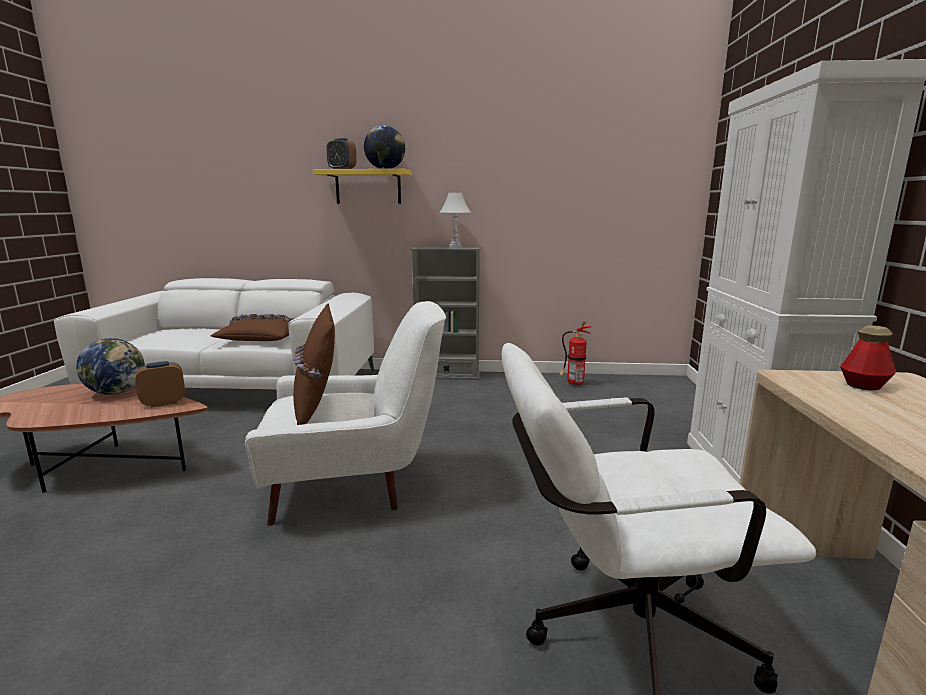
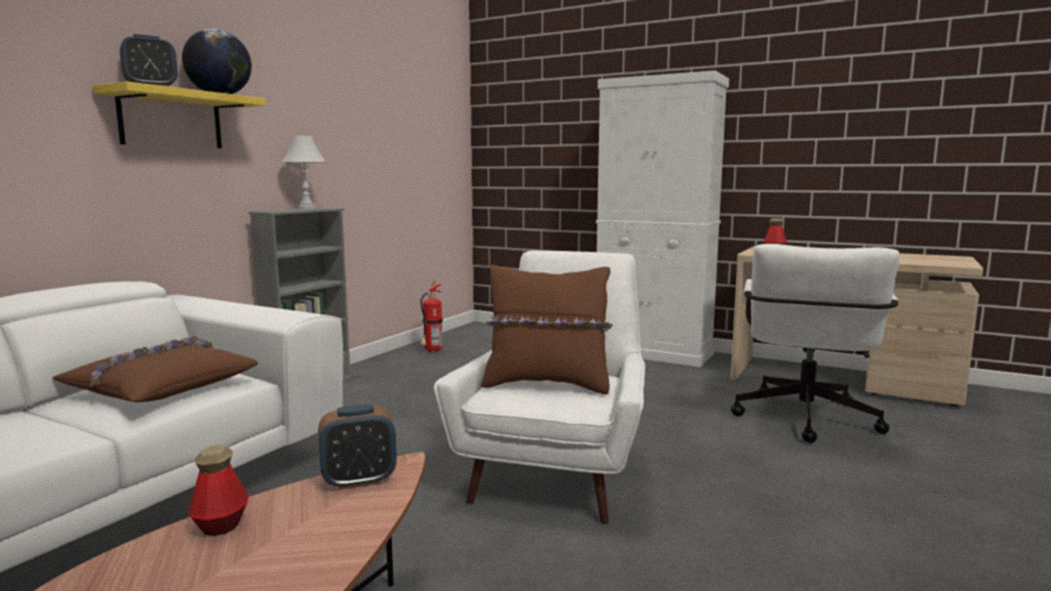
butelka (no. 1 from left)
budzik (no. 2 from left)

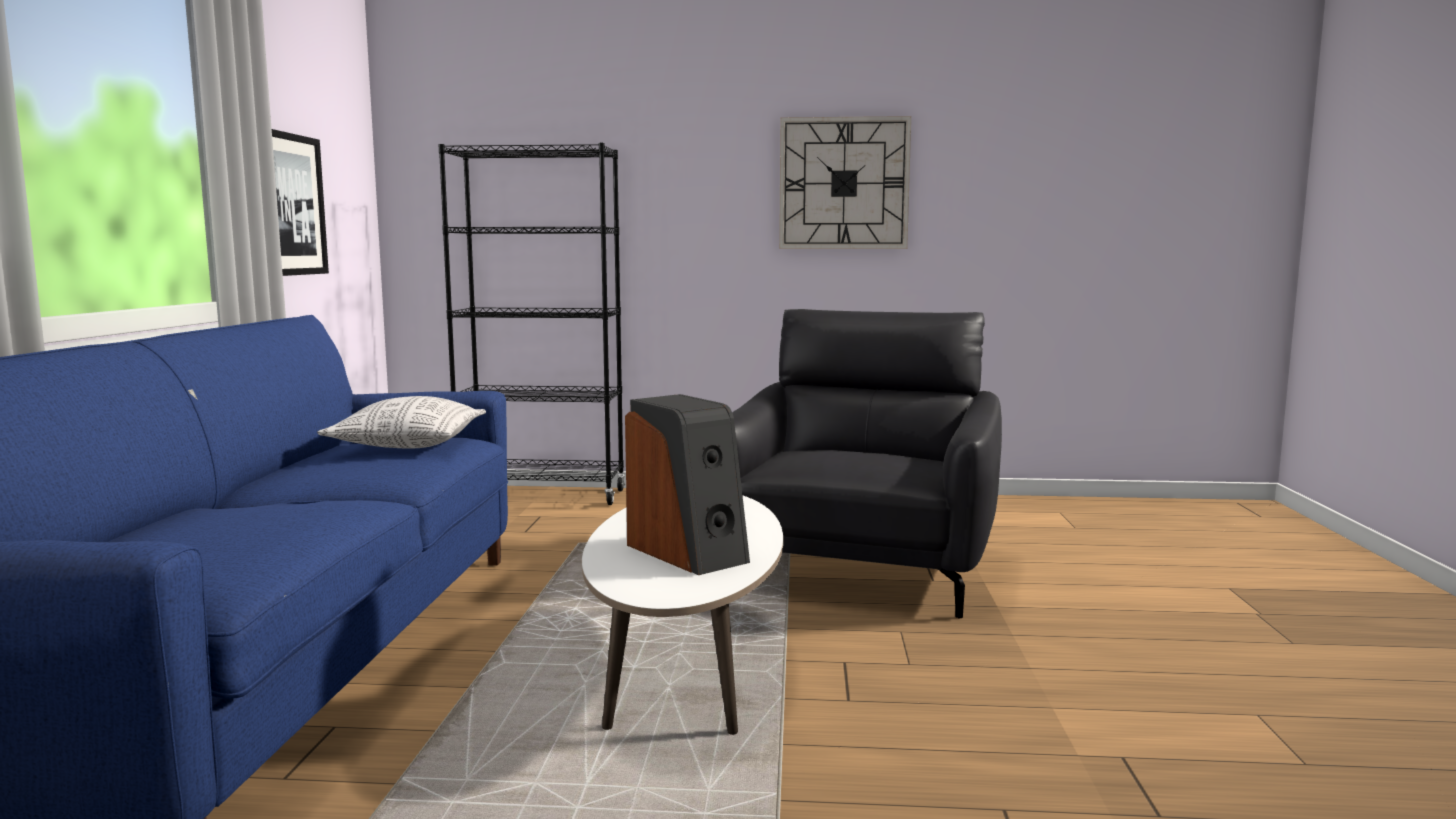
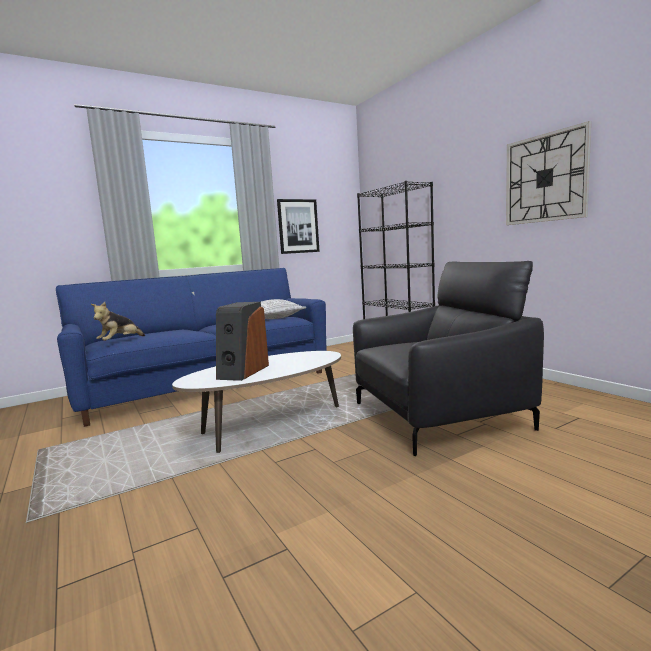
pluszak

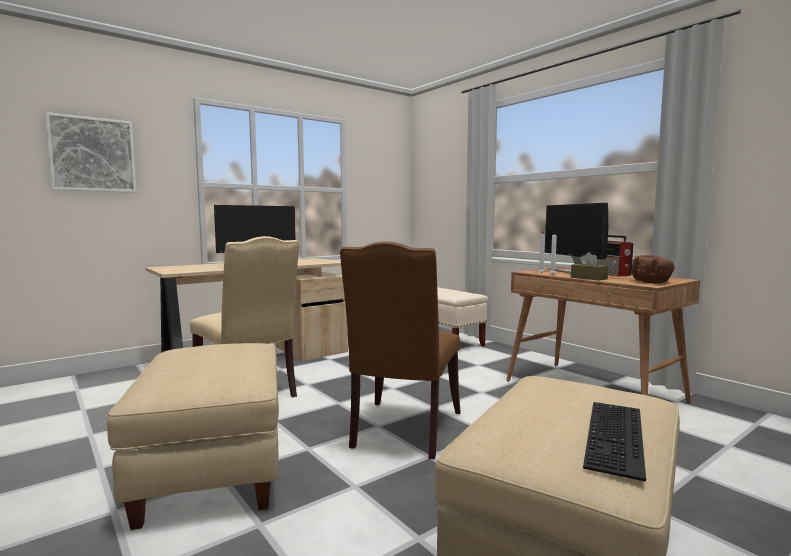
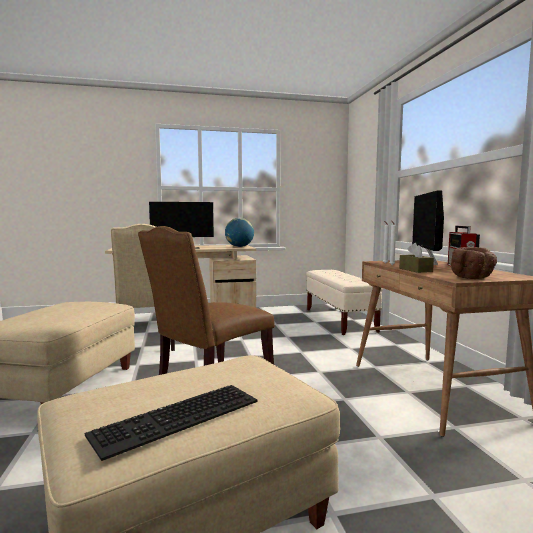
obraz
globus

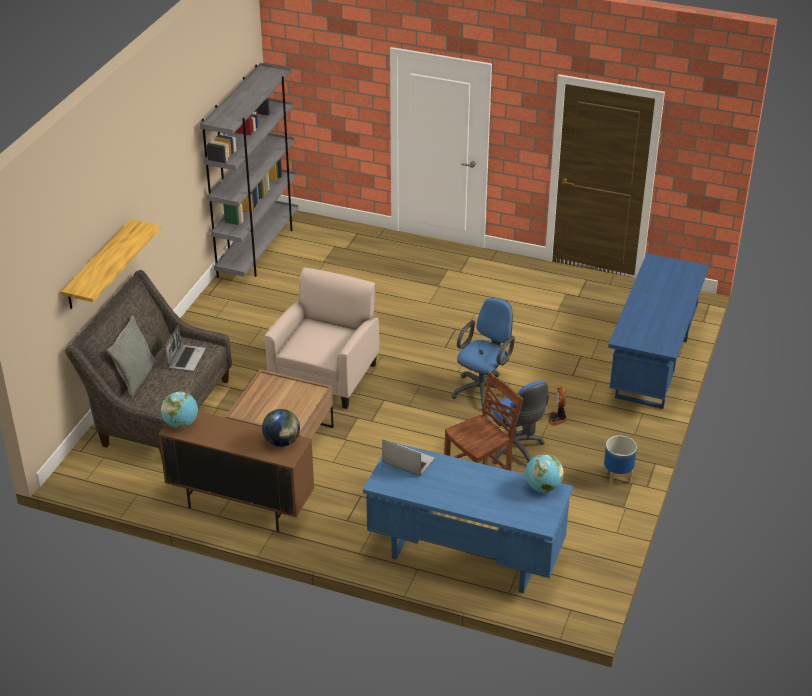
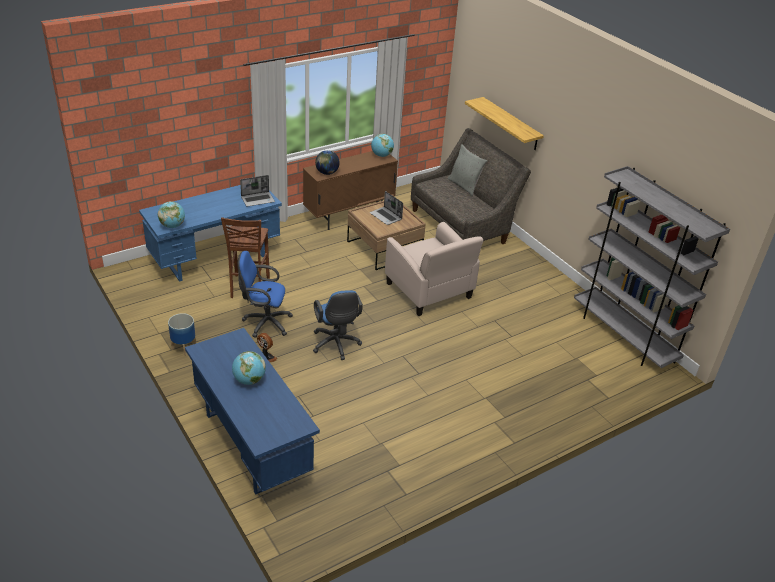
laptop (no. 2 from left)
globus (no. 2 from left)

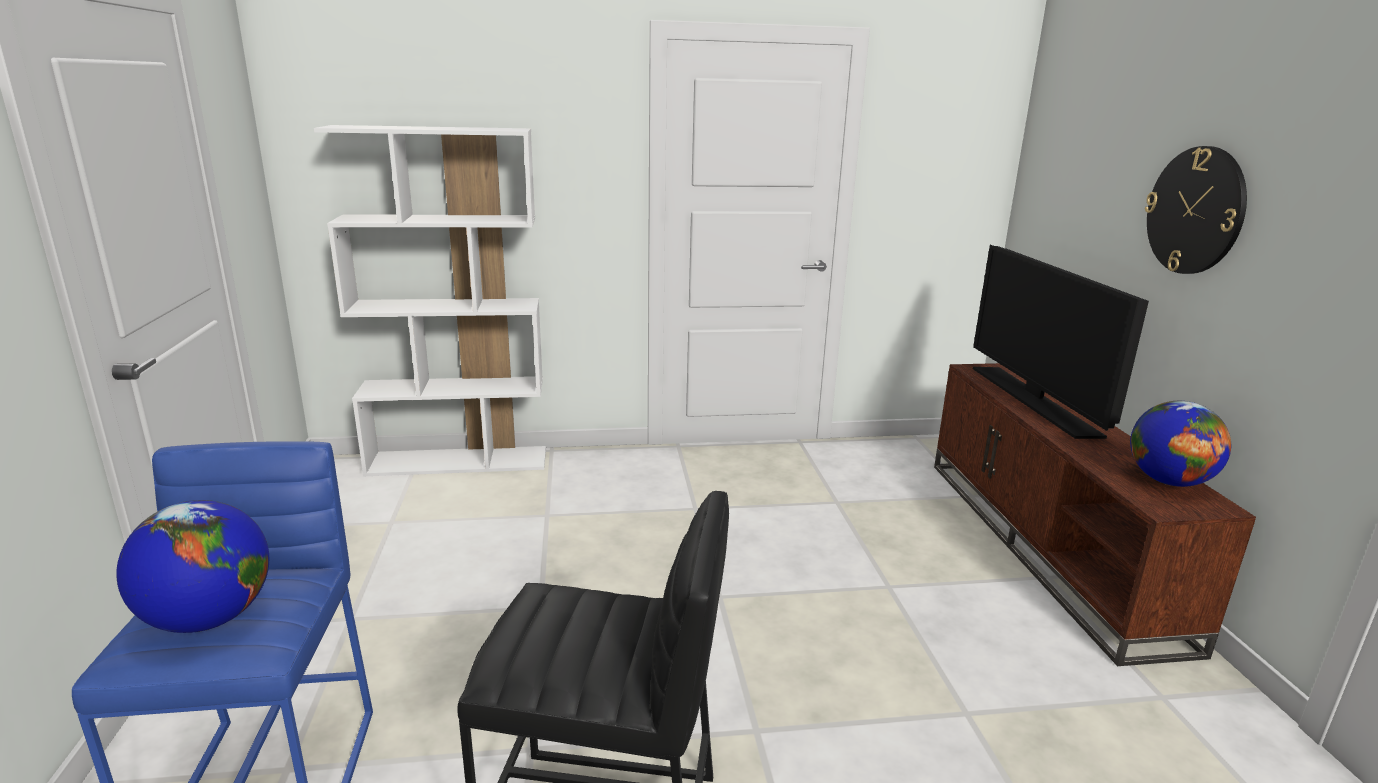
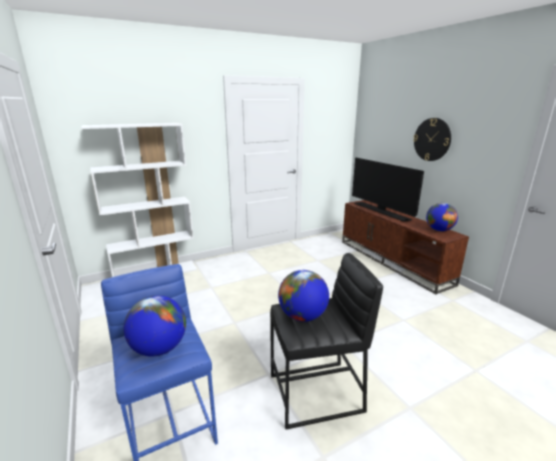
globus (no. 2 from left)

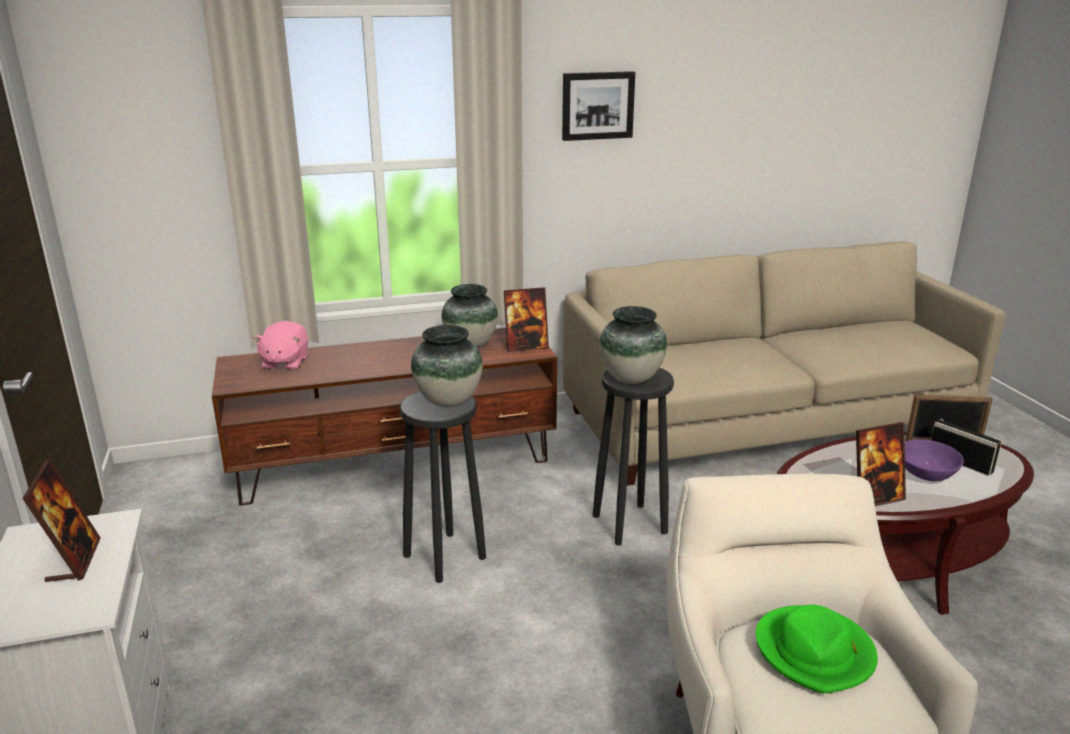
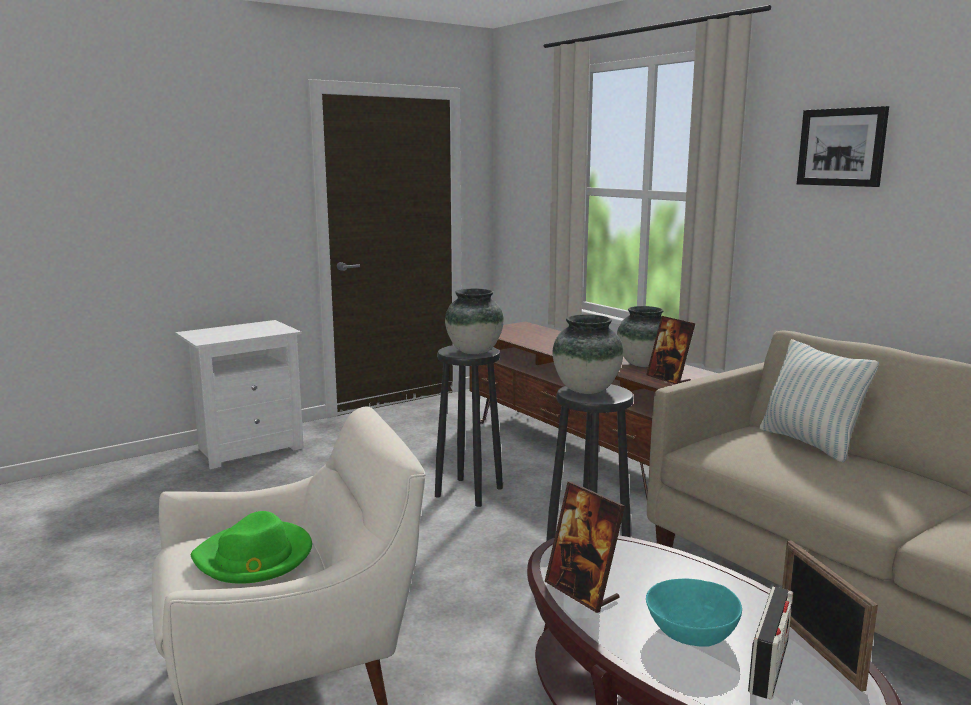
ramka na zdjęcie (no. 1 from left in the first image)
pluszak (różowy)
miska (turkusowy)
poduszka

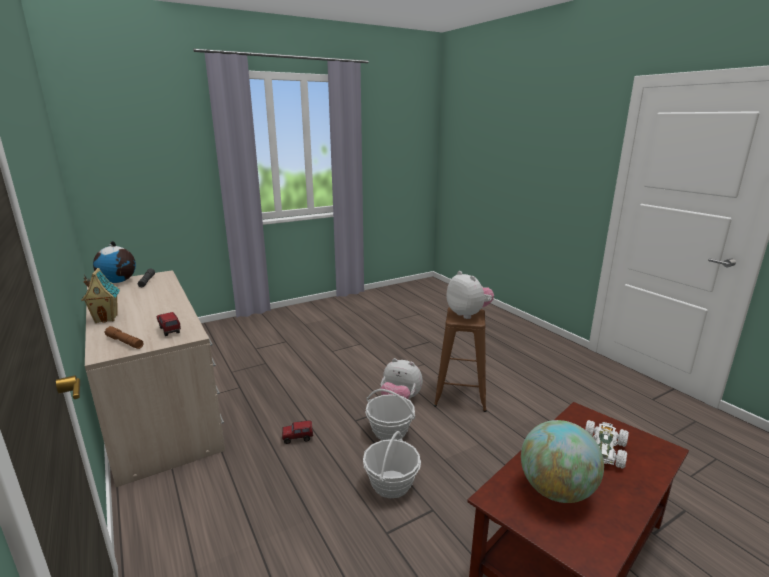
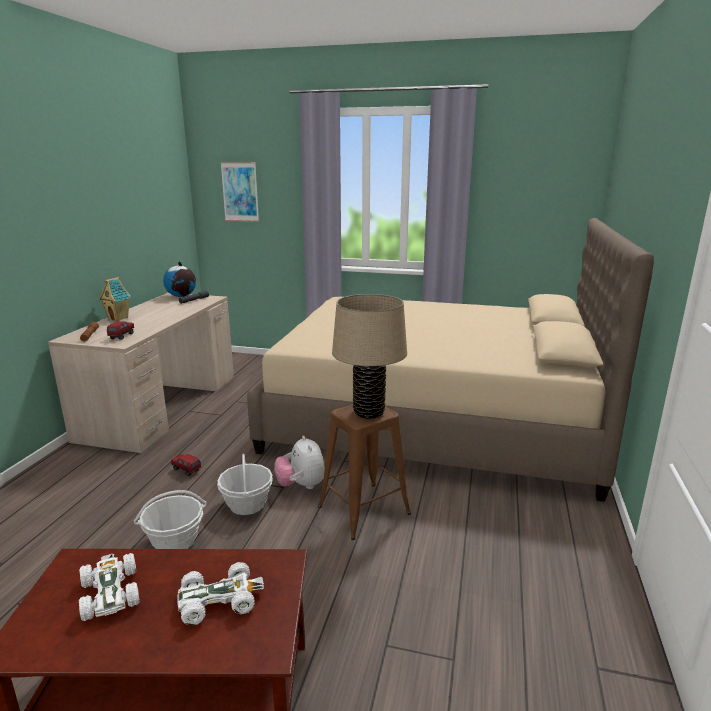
lampa stołowa (beżowy)
samochodzik (biały) (no. 1 from left)
obraz
łóżko (beżowy)

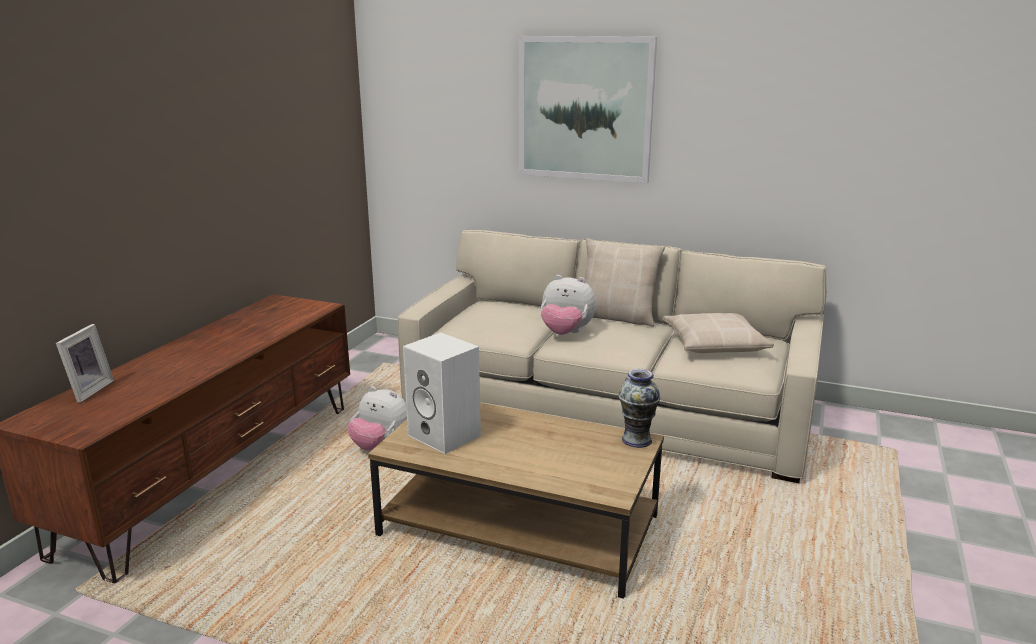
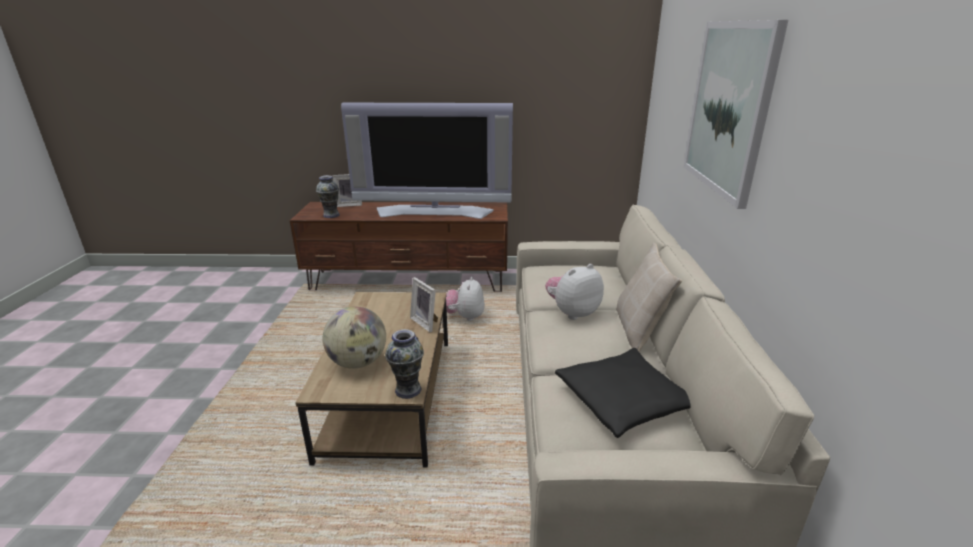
głośnik (biały)
pluszak (no. 2 from left)
poduszka (czarny)
wazon (no. 1 from left)
globus
telewizor
ramka na zdjęcie (no. 2 from left)

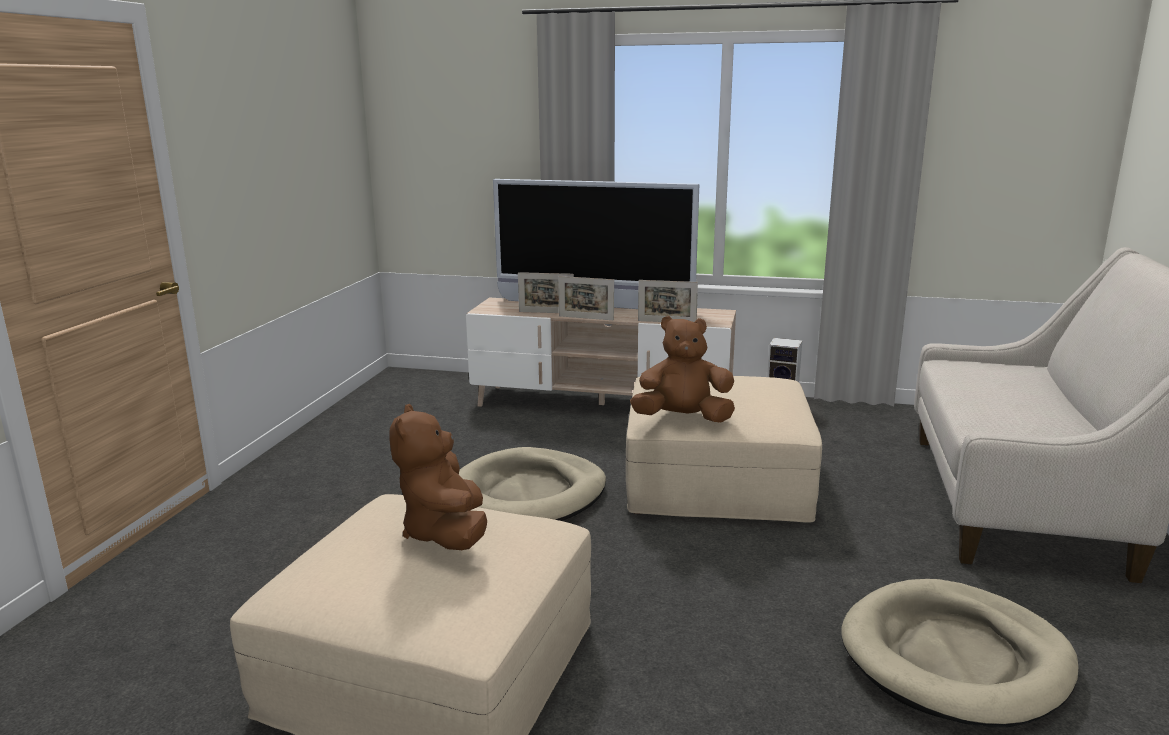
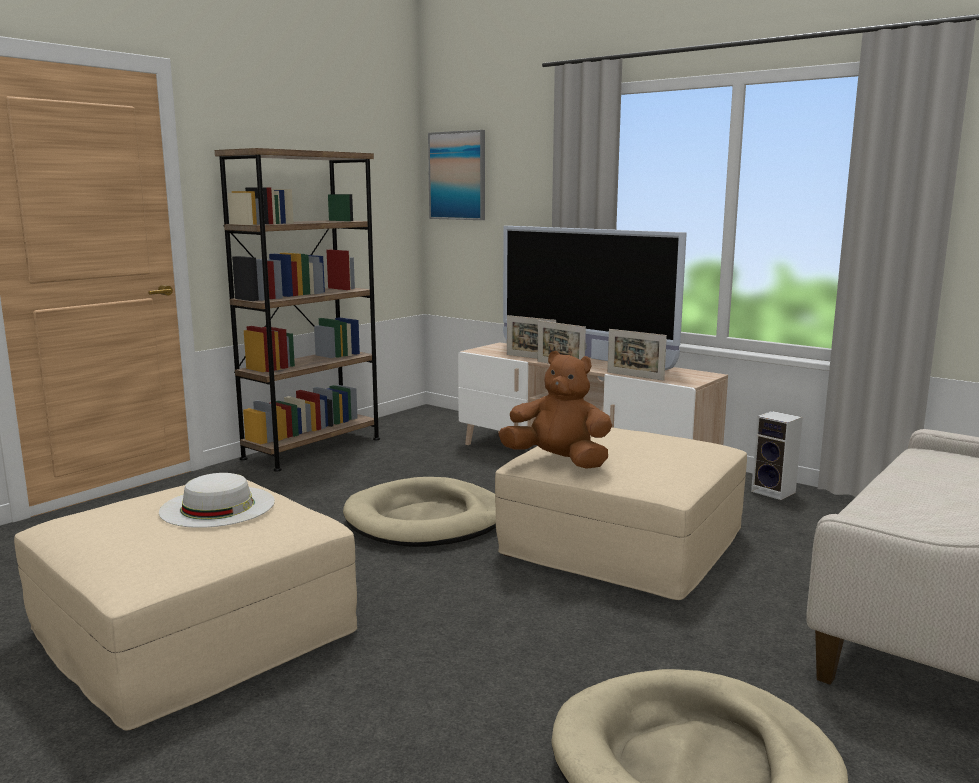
kapelusz (biały)
regał (brązowy)
obraz

